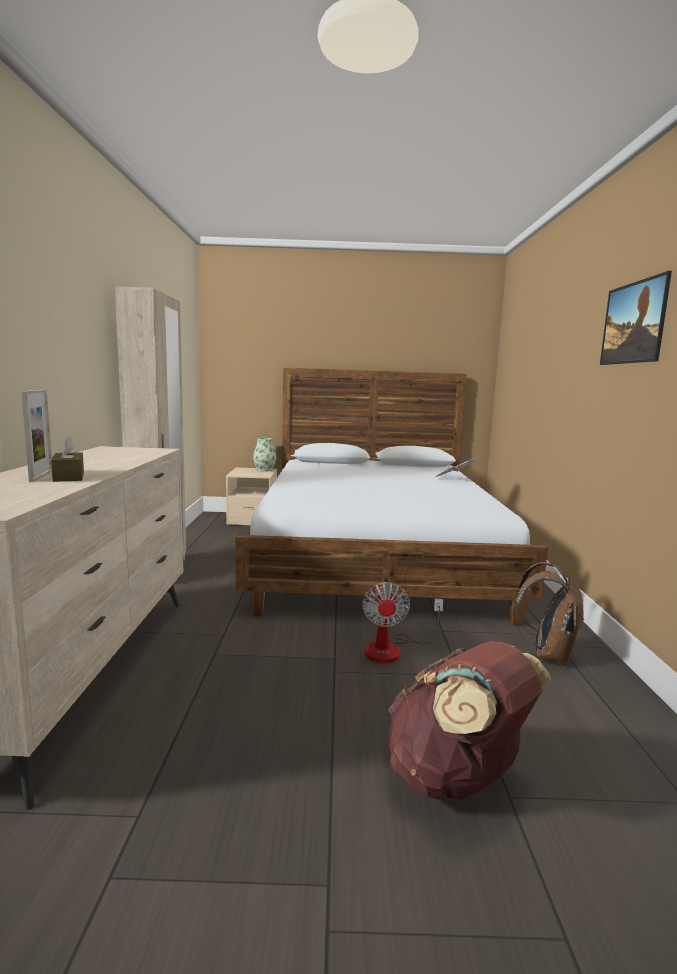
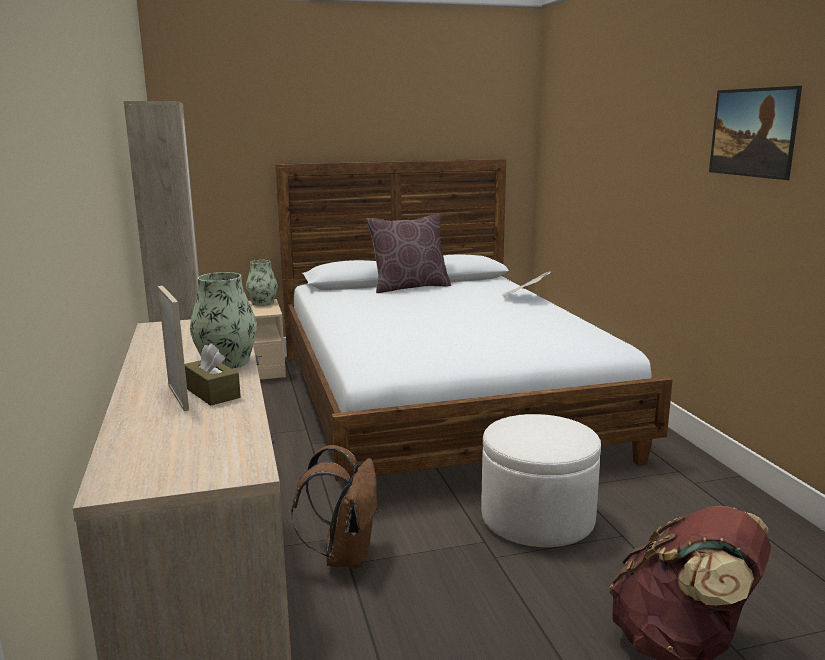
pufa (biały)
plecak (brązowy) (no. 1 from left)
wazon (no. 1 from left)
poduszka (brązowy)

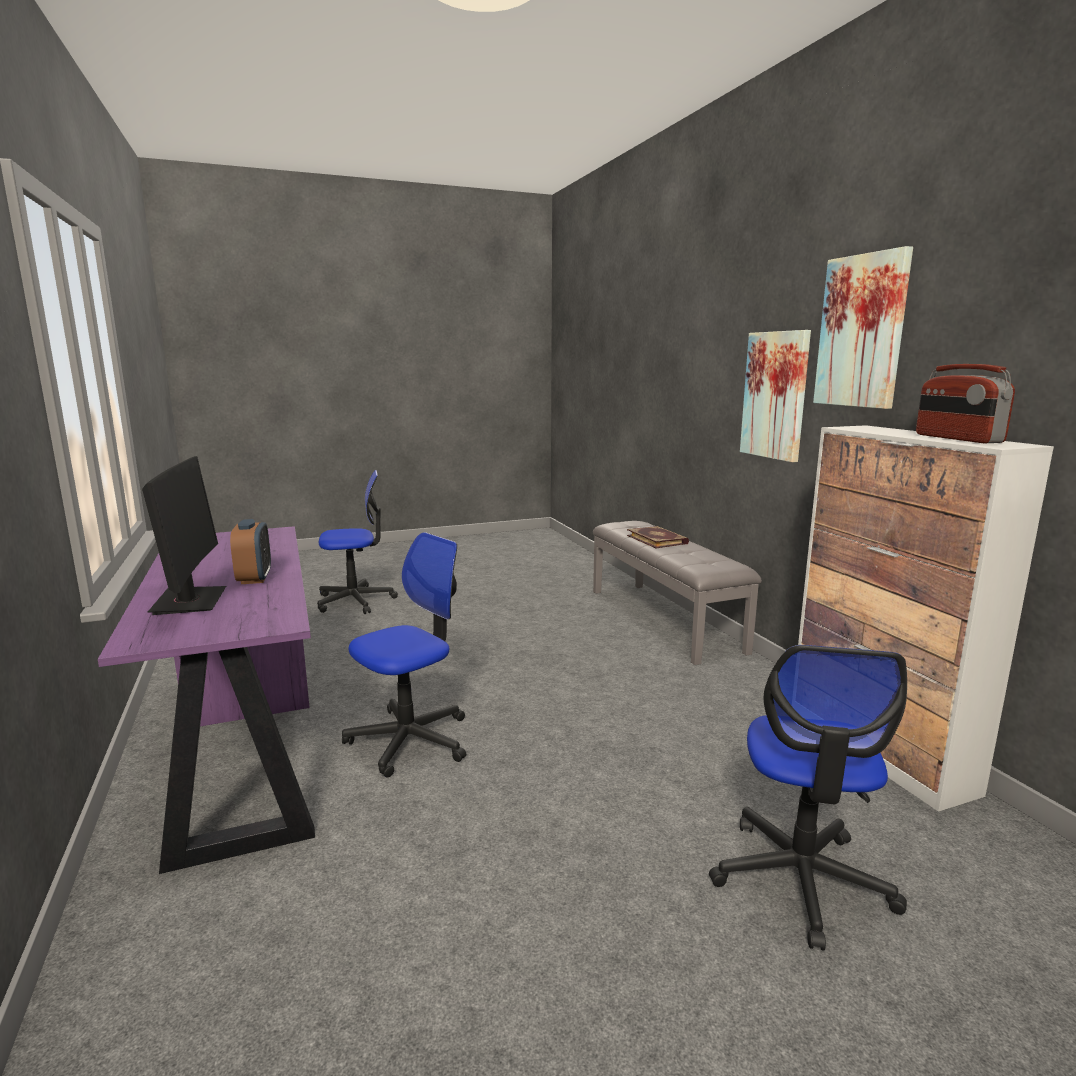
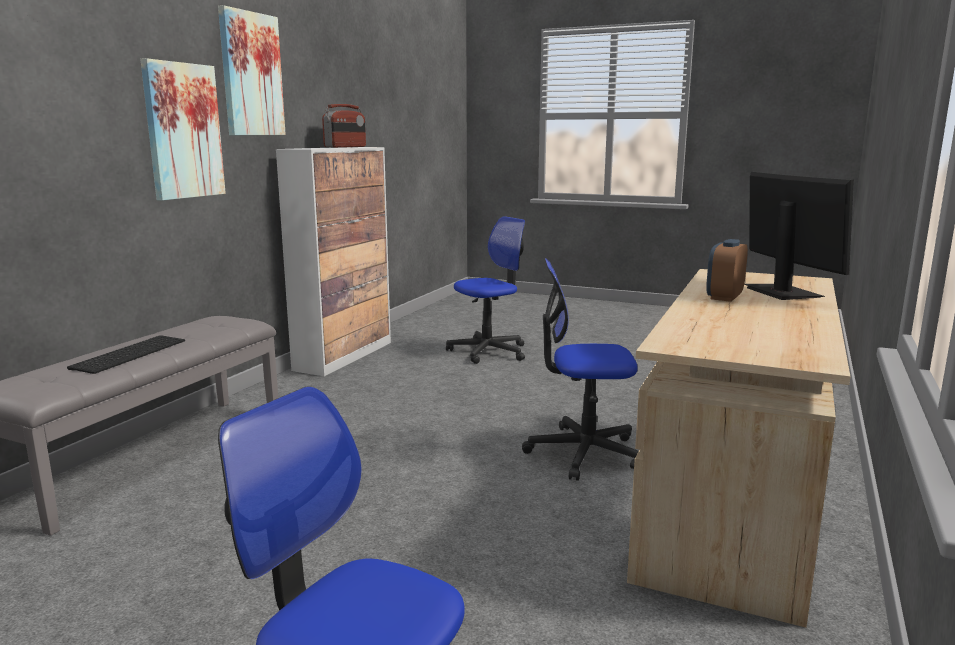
biurko (beżowy)
monitor
klawiatura

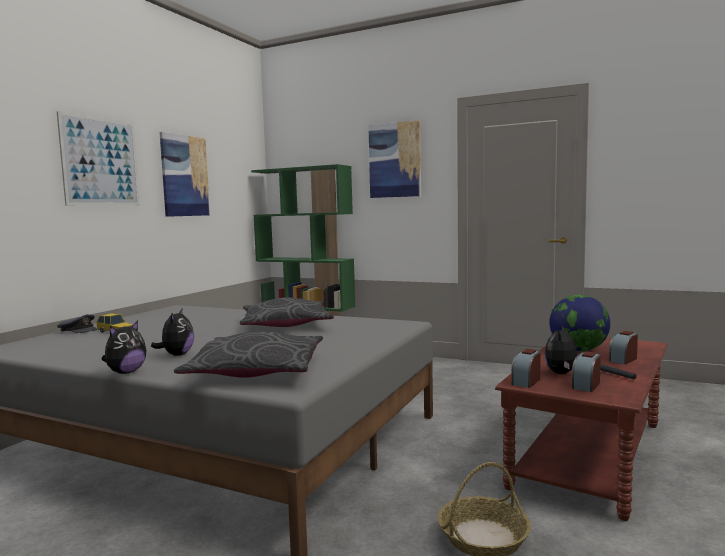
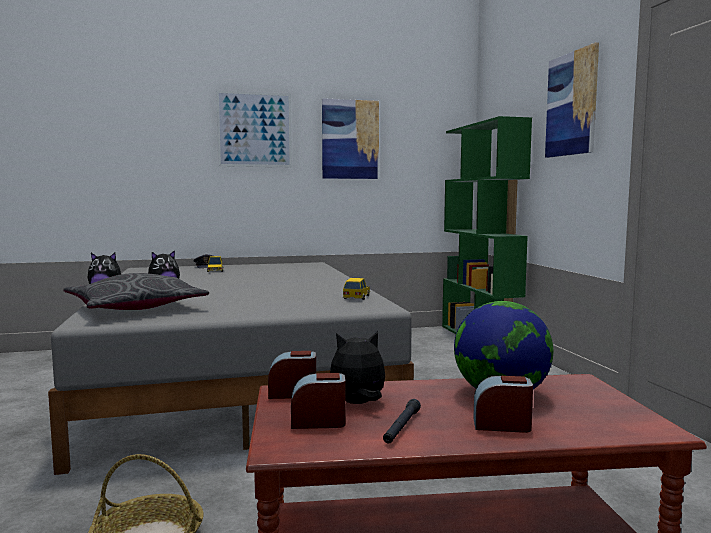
poduszka (szary) (no. 2 from left in the first image)
samochodzik (no. 2 from left)

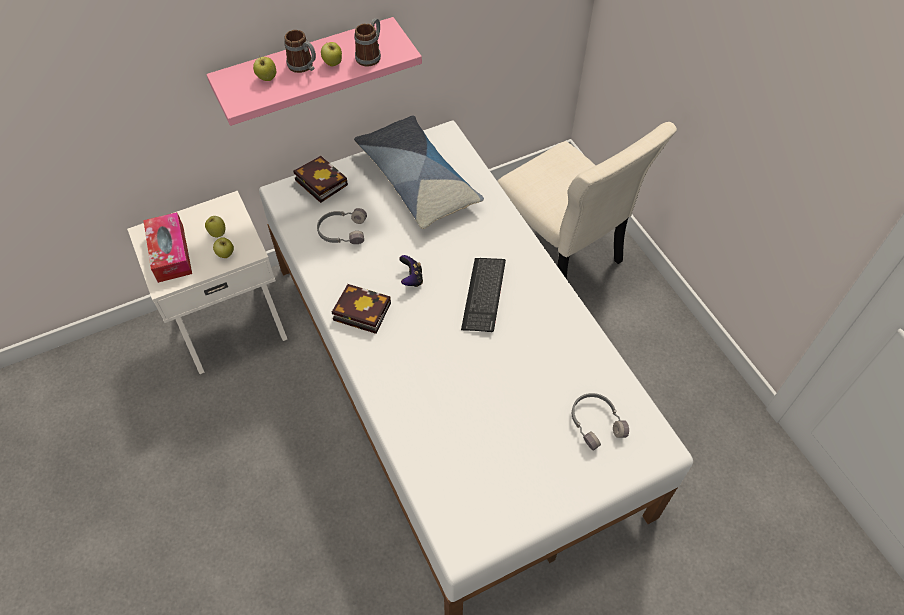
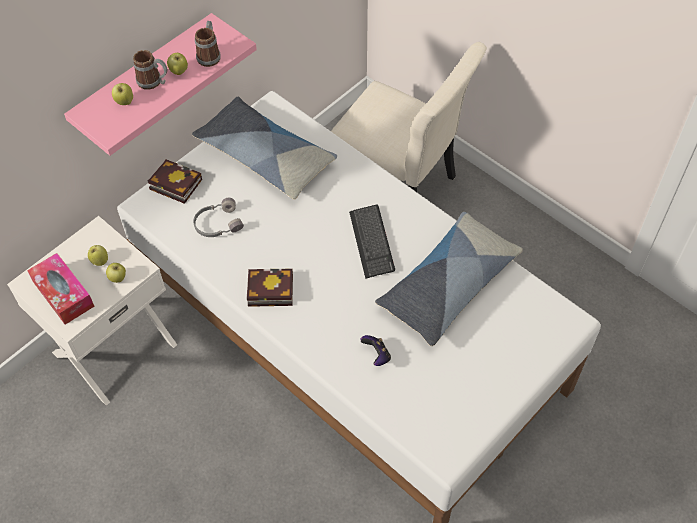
pad do gier
słuchawki (szary) (no. 2 from left in the first image)
poduszka (no. 2 from left)

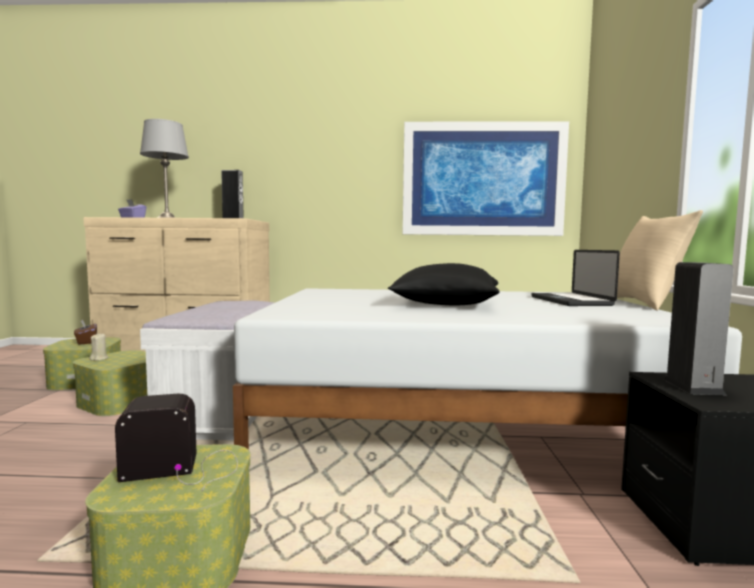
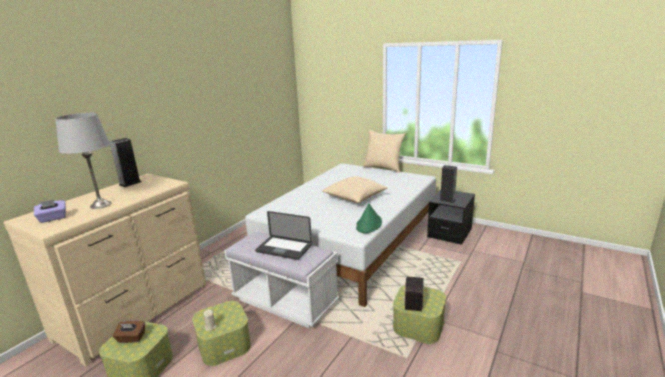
poduszka (beżowy) (no. 1 from left)
obraz
laptop
kapelusz (zielony)

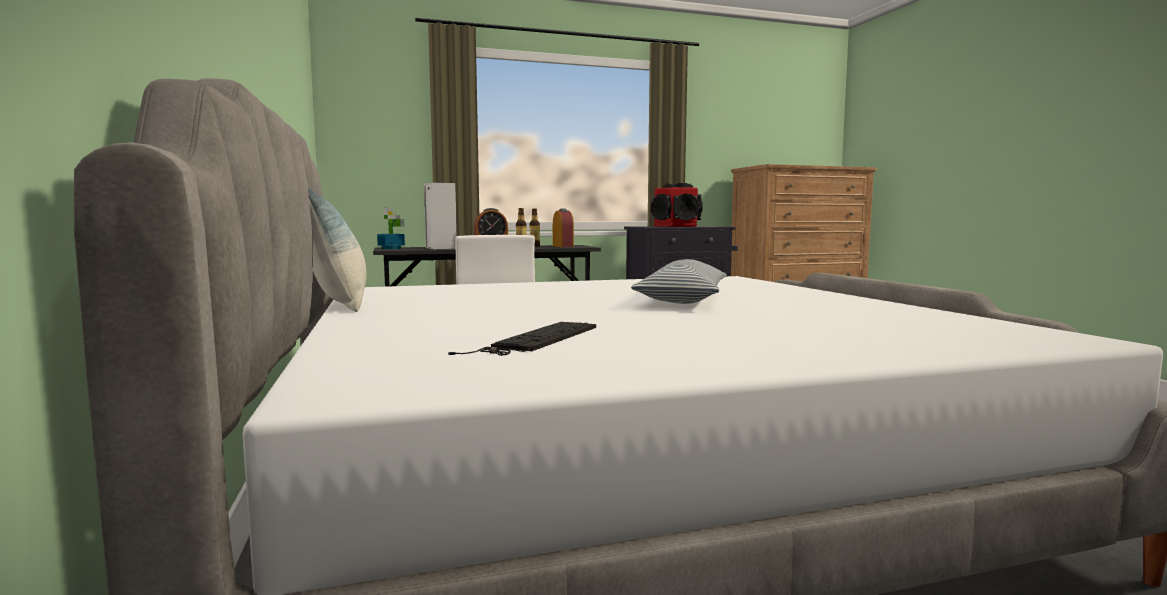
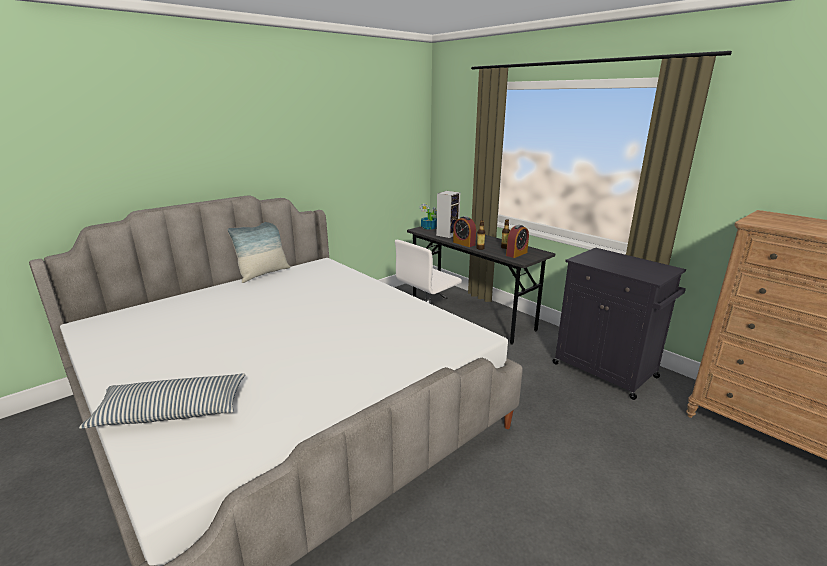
klawiatura
poduszka (no. 1 from left)
głośnik (no. 2 from left in the first image)

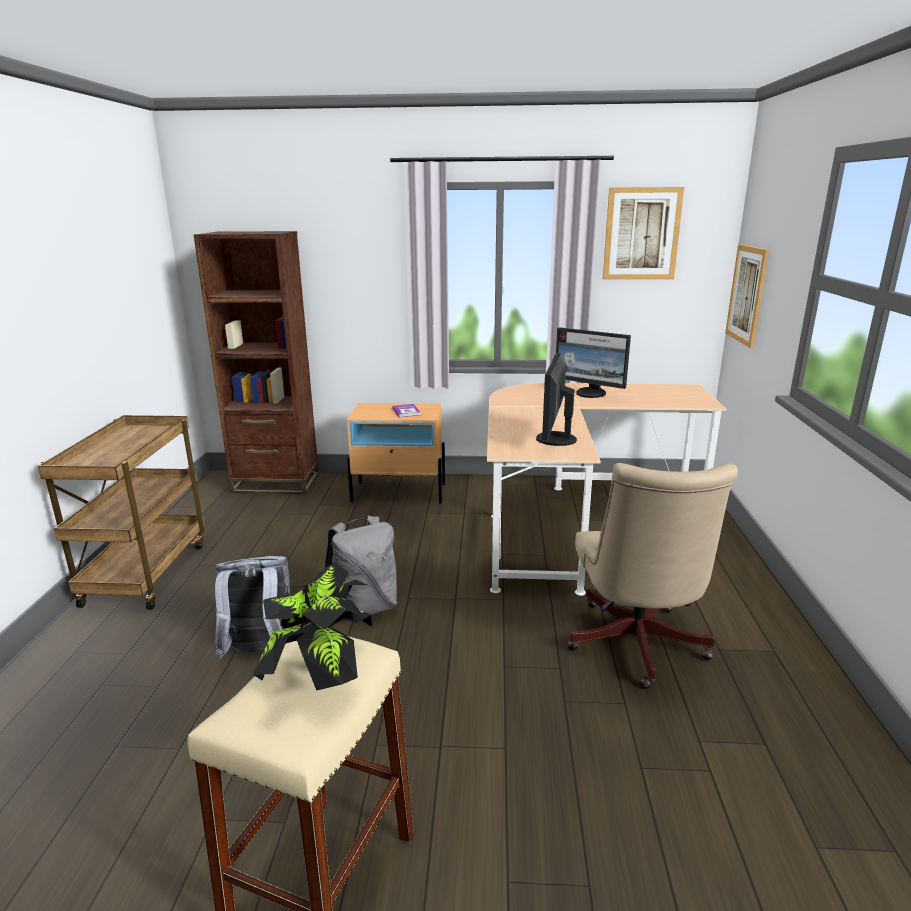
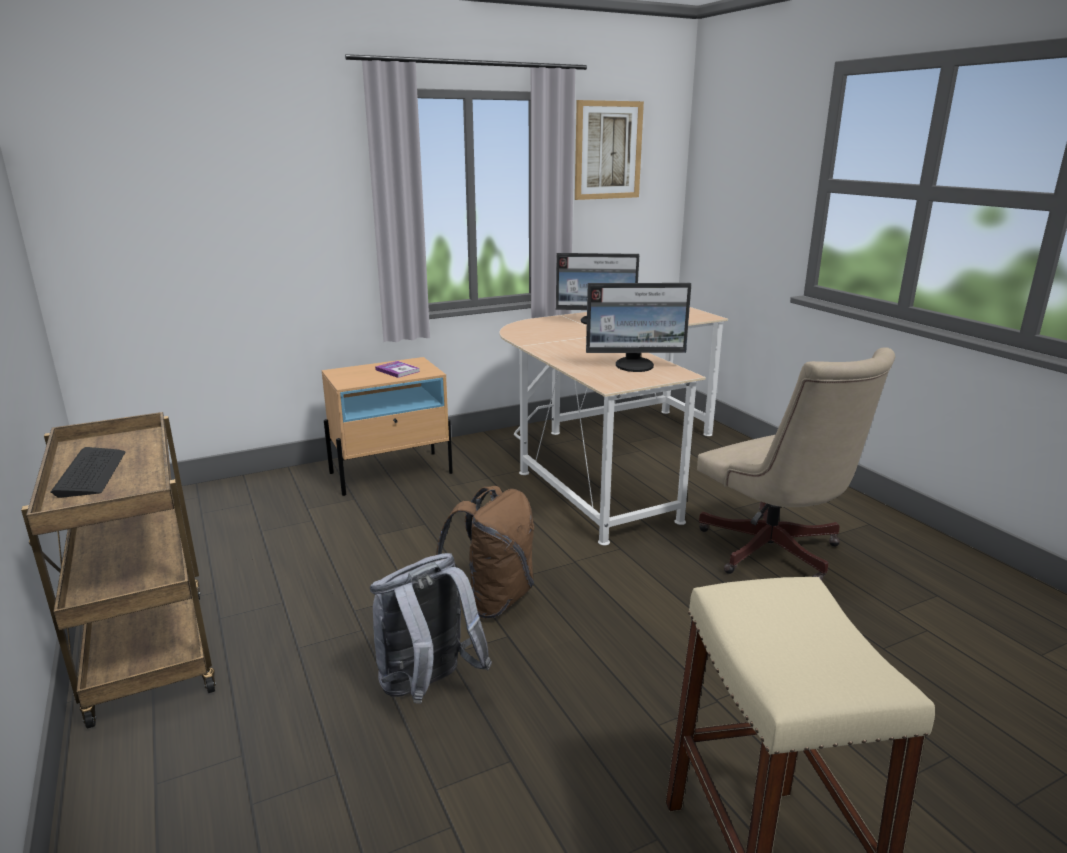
regał (brązowy)
roślina doniczkowa
plecak (brązowy)
monitor (no. 2 from left)
obraz (no. 2 from left in the first image)
klawiatura

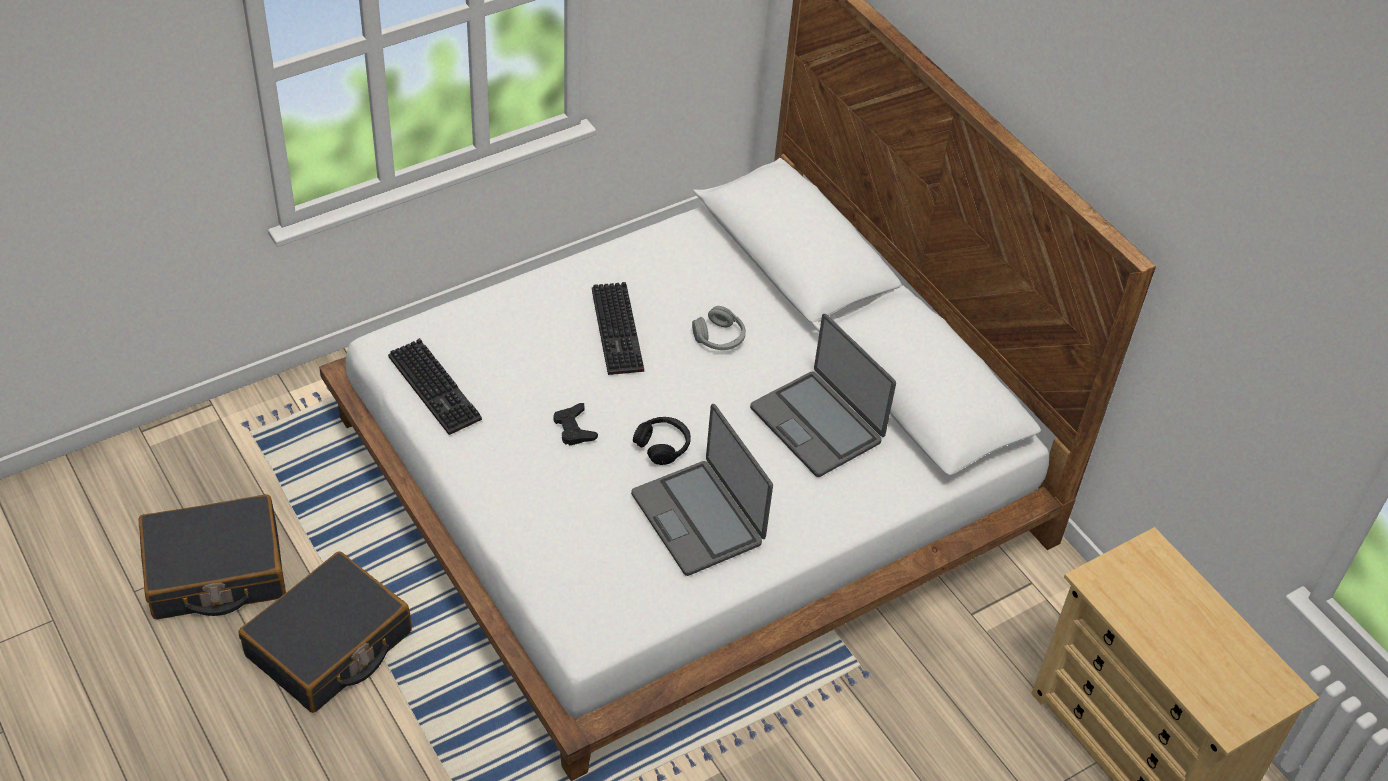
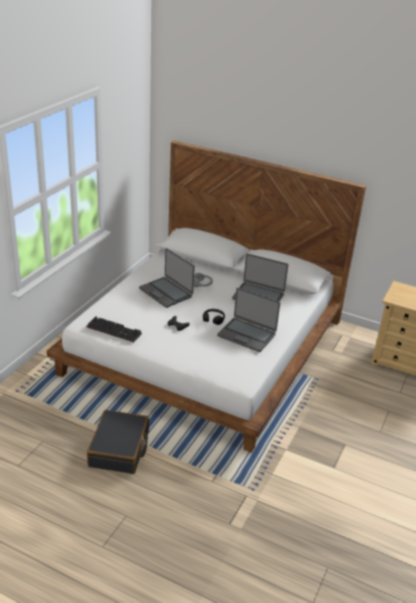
walizka (czarny) (no. 1 from left in the first image)
laptop (no. 1 from left)

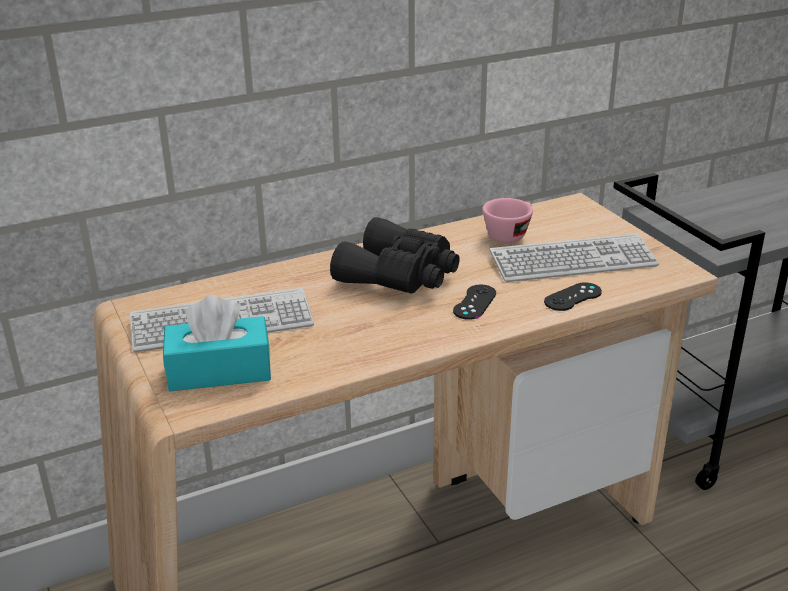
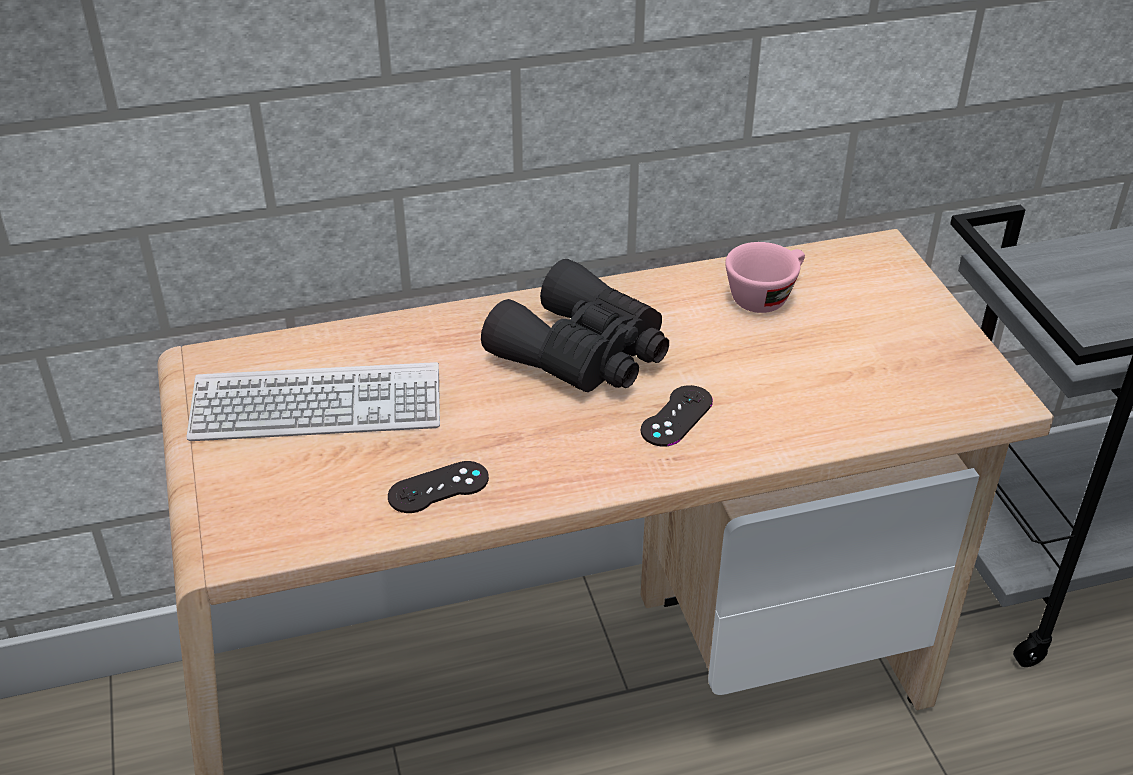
pudełko chusteczek (turkusowy)
klawiatura (no. 2 from left in the first image)
pad do gier (czarny) (no. 1 from left)

